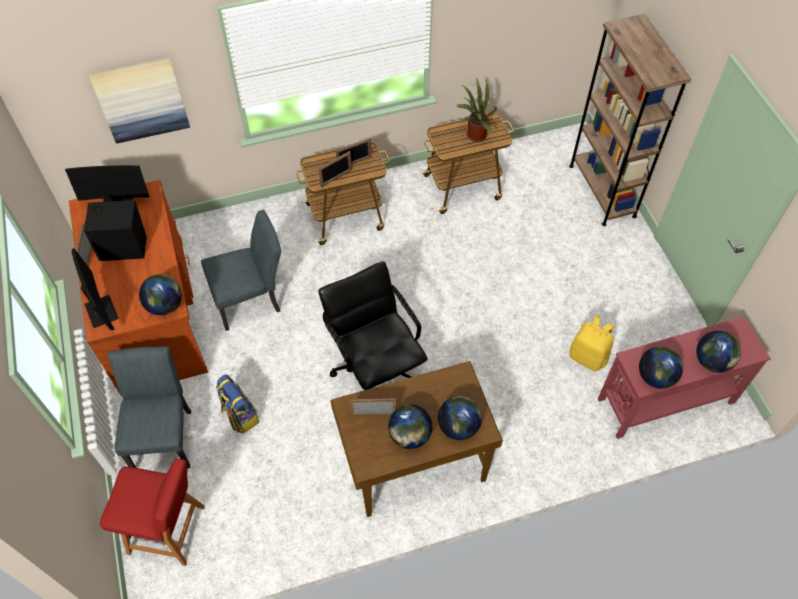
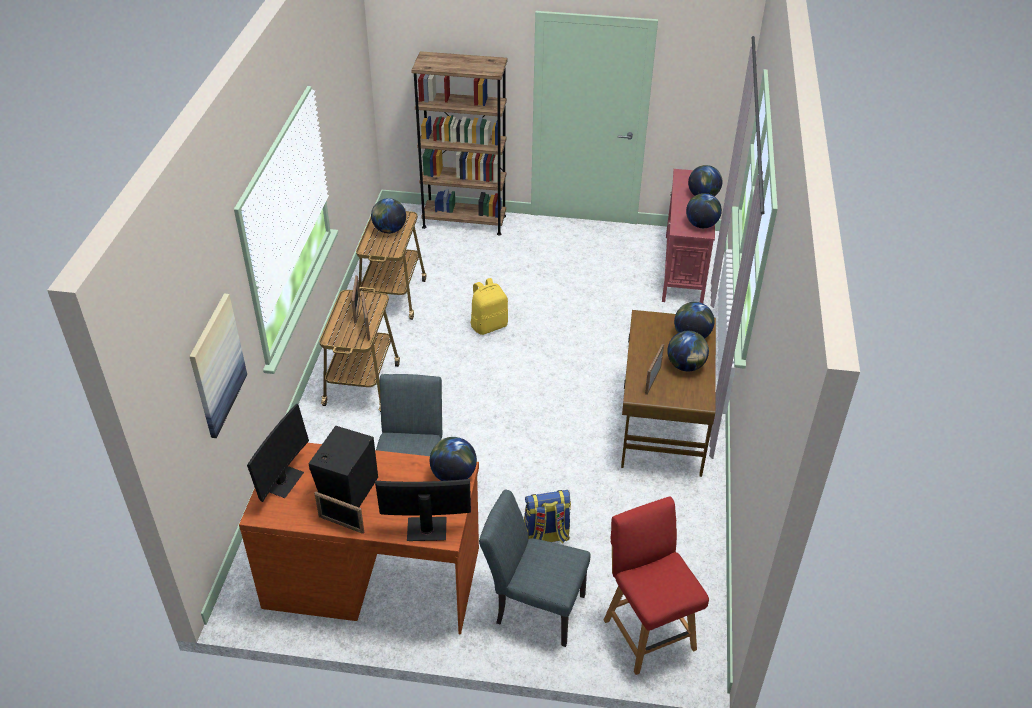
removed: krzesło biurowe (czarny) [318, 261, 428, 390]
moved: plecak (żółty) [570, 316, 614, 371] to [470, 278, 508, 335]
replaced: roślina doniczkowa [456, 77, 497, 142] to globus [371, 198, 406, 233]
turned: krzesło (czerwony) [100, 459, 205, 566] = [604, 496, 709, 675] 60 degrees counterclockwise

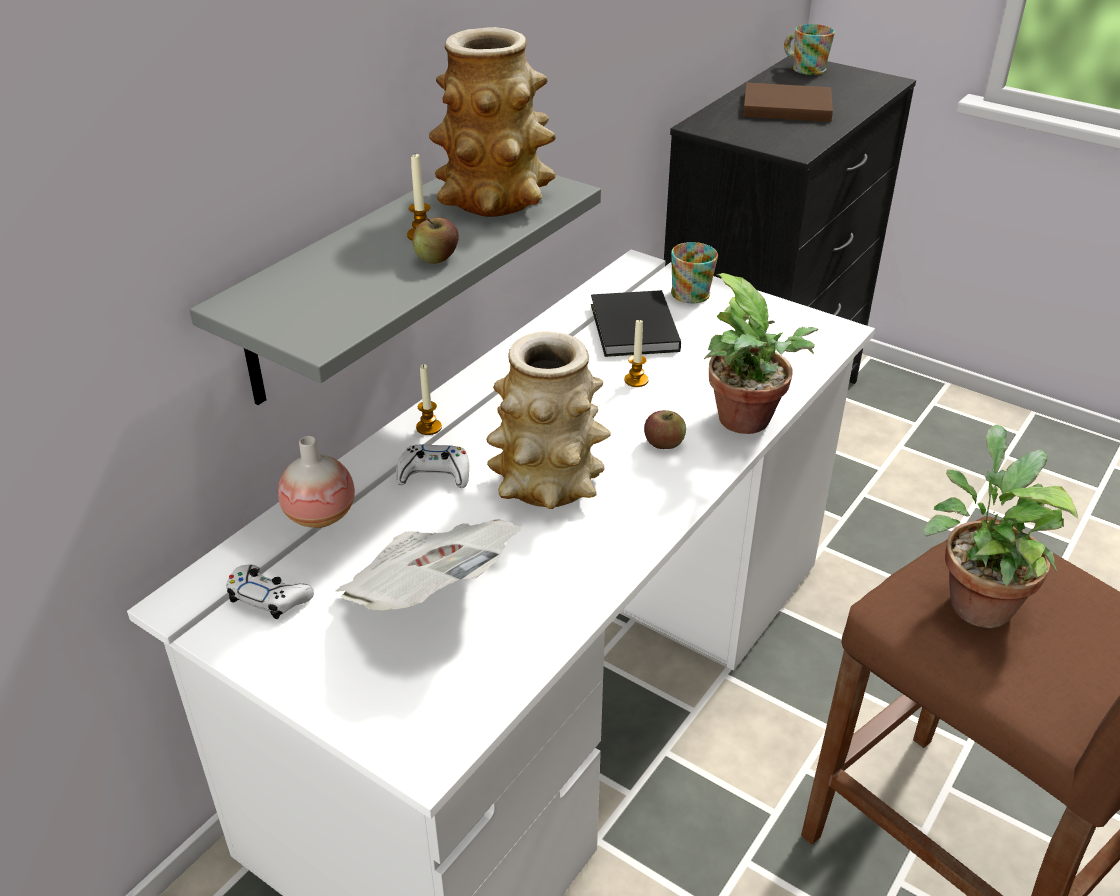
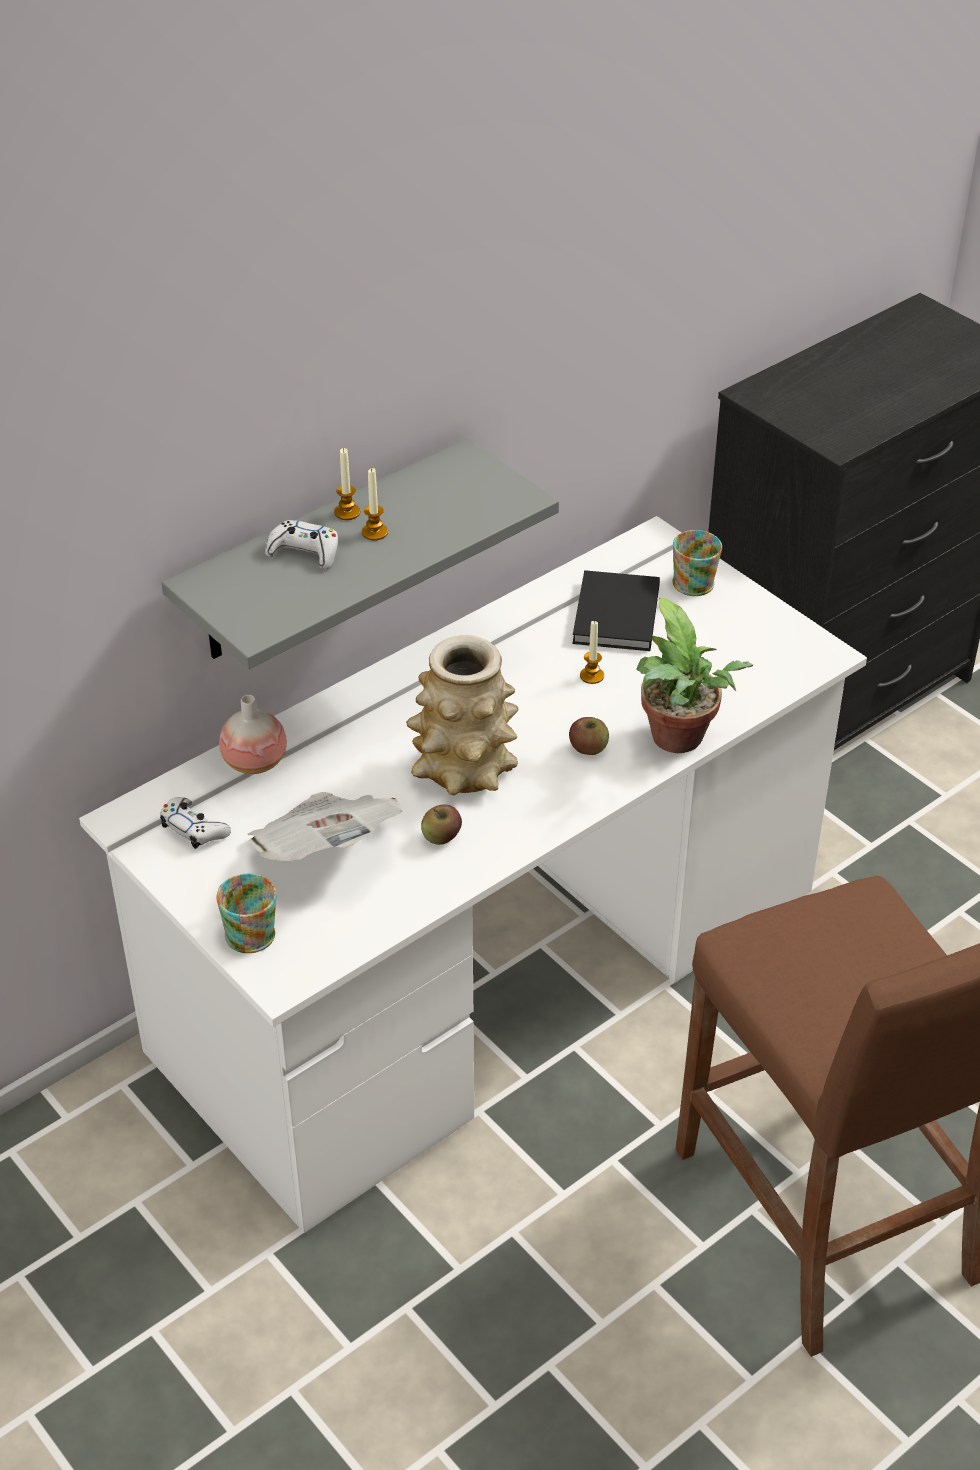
removed: wazon [429, 27, 556, 217]; książka (brązowy) [743, 83, 833, 122]; roślina doniczkowa [923, 425, 1078, 628]
moved: pad do gier (biały) [396, 444, 469, 488] to [265, 520, 338, 569]; jabłko [412, 217, 459, 264] to [421, 805, 462, 845]; świeca [416, 364, 442, 435] to [334, 448, 360, 520]; kubek [784, 24, 835, 75] to [216, 874, 276, 953]

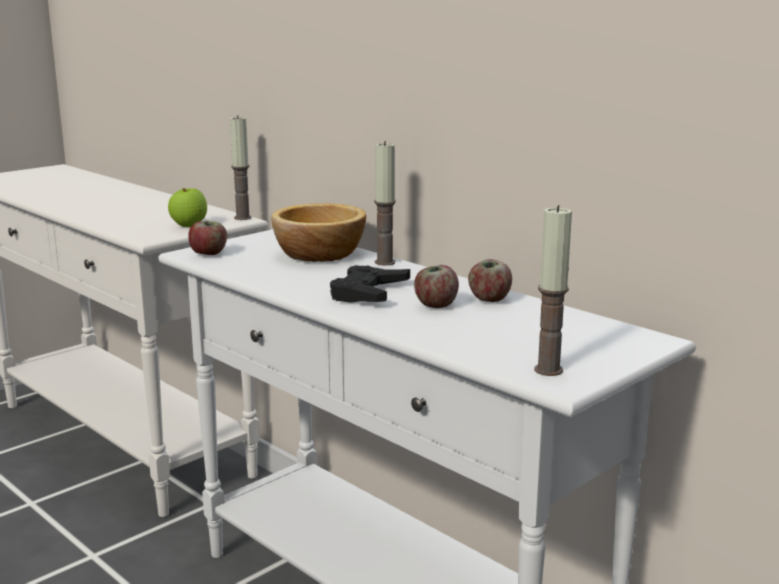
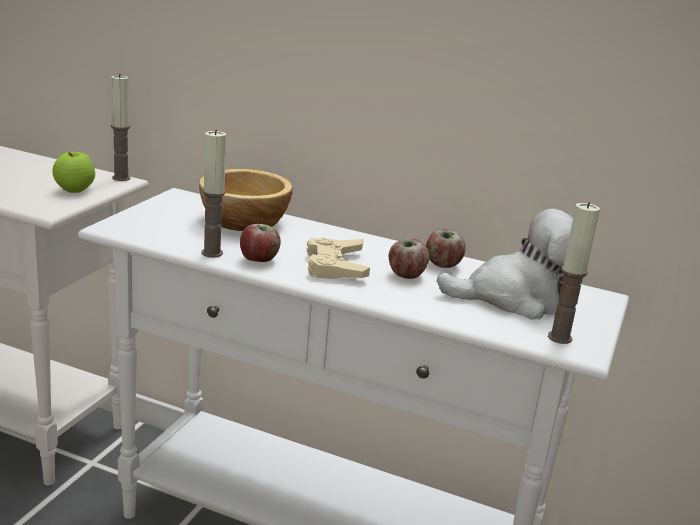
added: pluszak [437, 208, 573, 319]
moved: jabłko [188, 221, 227, 255] to [240, 224, 281, 262]; świeca [374, 141, 396, 265] to [201, 129, 226, 258]
recoloured: pad do gier (czarny) [330, 265, 410, 303] to pad do gier (beżowy) [307, 238, 370, 279]

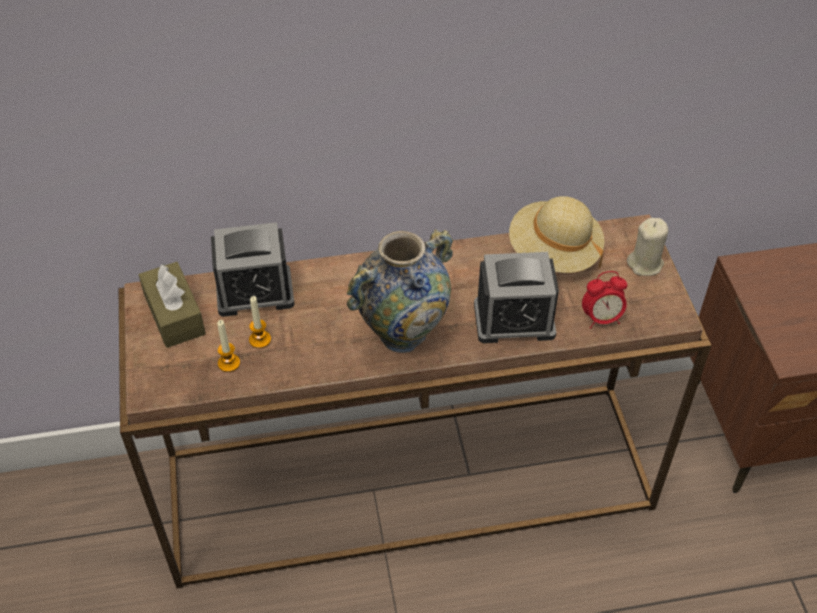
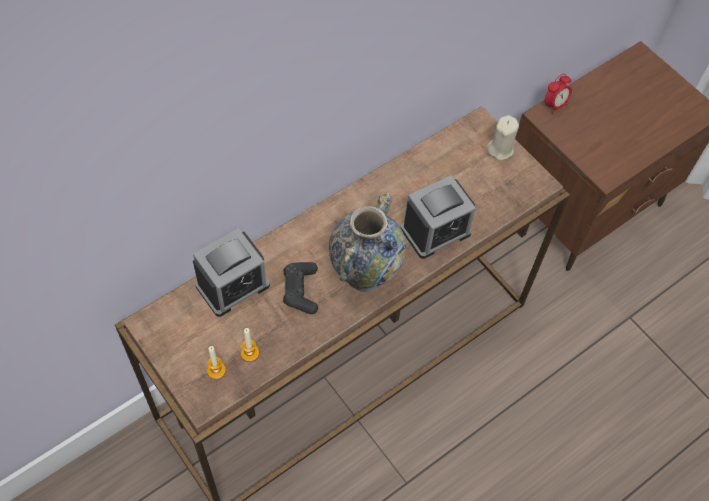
removed: pudełko chusteczek (brązowy) [139, 262, 206, 348]; kapelusz (beżowy) [509, 196, 605, 273]
added: pad do gier (czarny) [283, 262, 318, 314]
moved: świeca [249, 296, 271, 349] to [207, 346, 226, 379]; budzik [582, 271, 627, 328] to [545, 73, 572, 114]

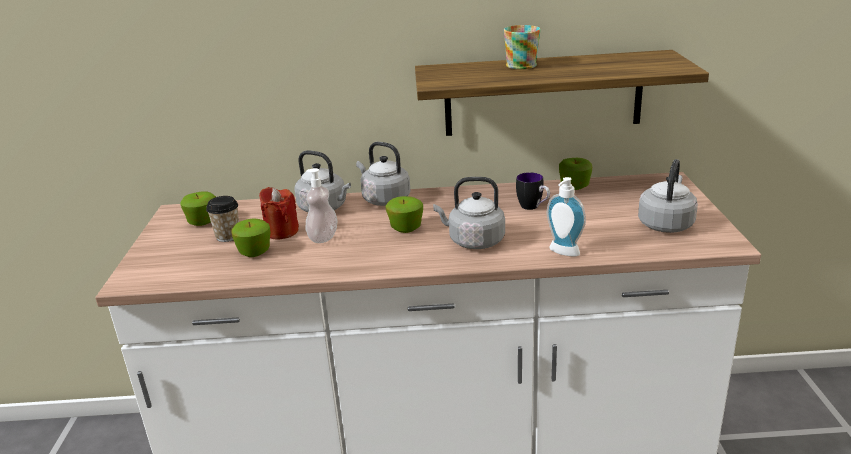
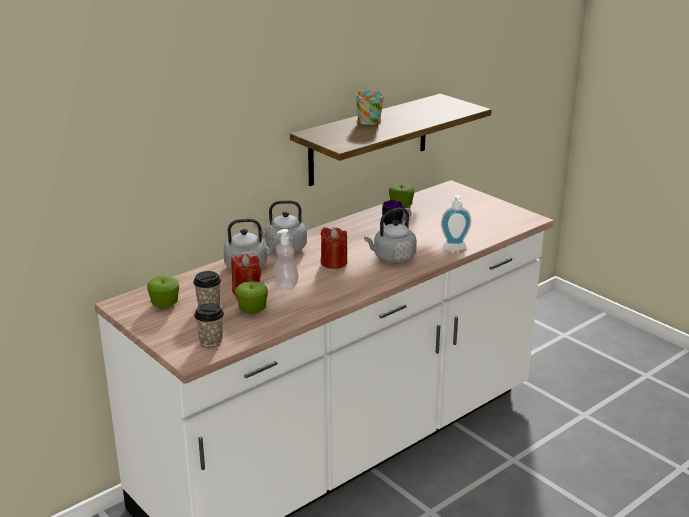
removed: czajnik (szary) [638, 159, 698, 233]
added: filiżanka [194, 303, 224, 347]
replaced: jabłko [385, 196, 423, 233] to świeca (czerwony) [321, 227, 347, 269]

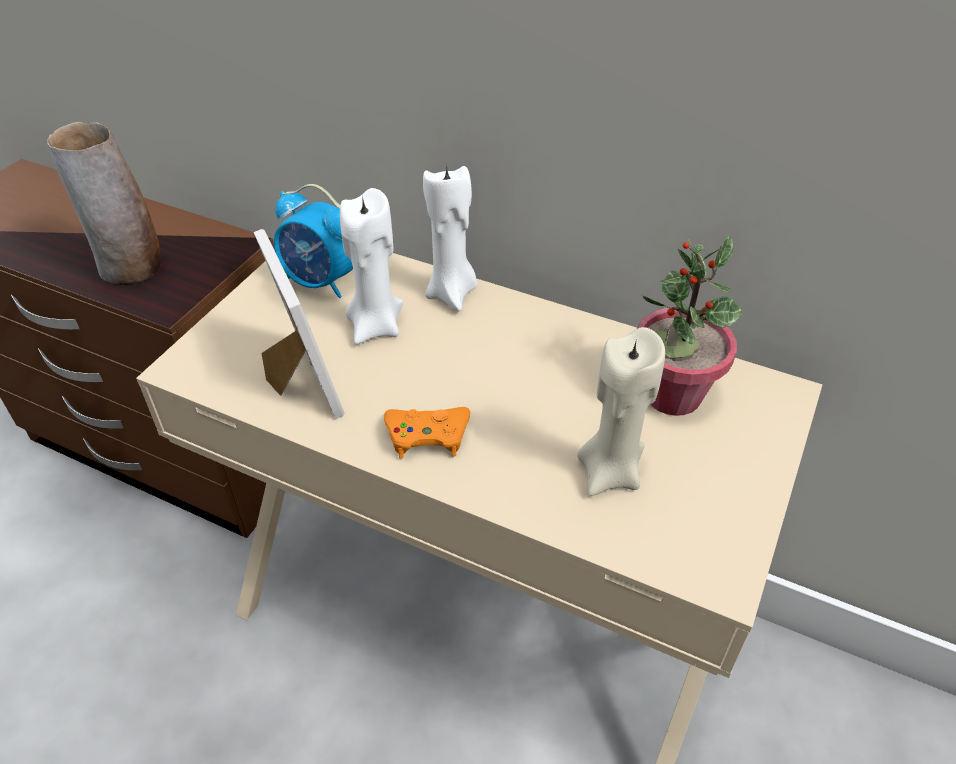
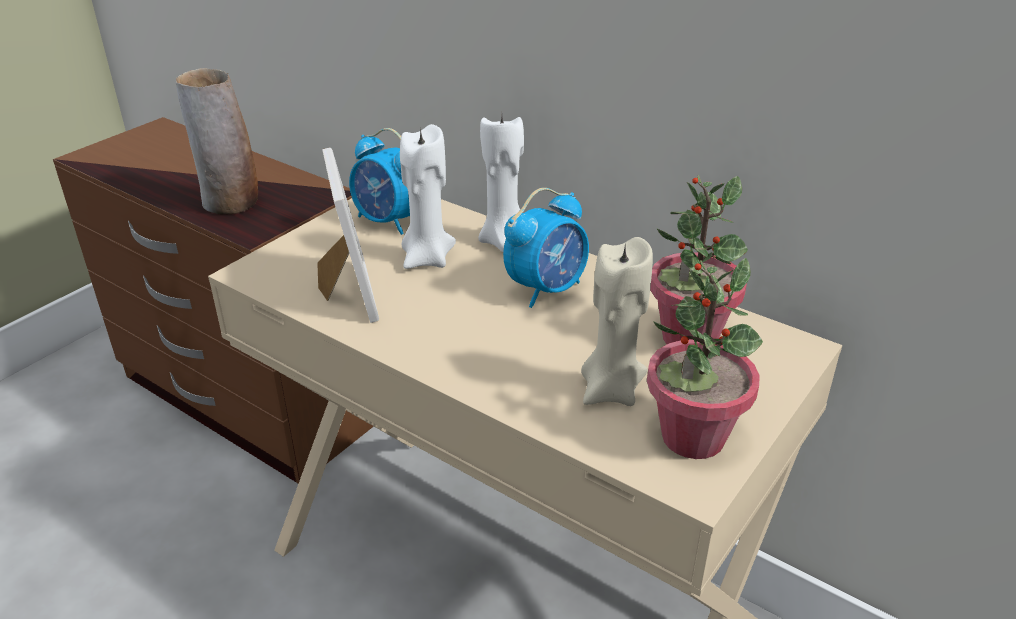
removed: pad do gier (pomarańczowy) [384, 407, 470, 458]
added: budzik [503, 188, 589, 308]; roślina doniczkowa [647, 258, 763, 459]

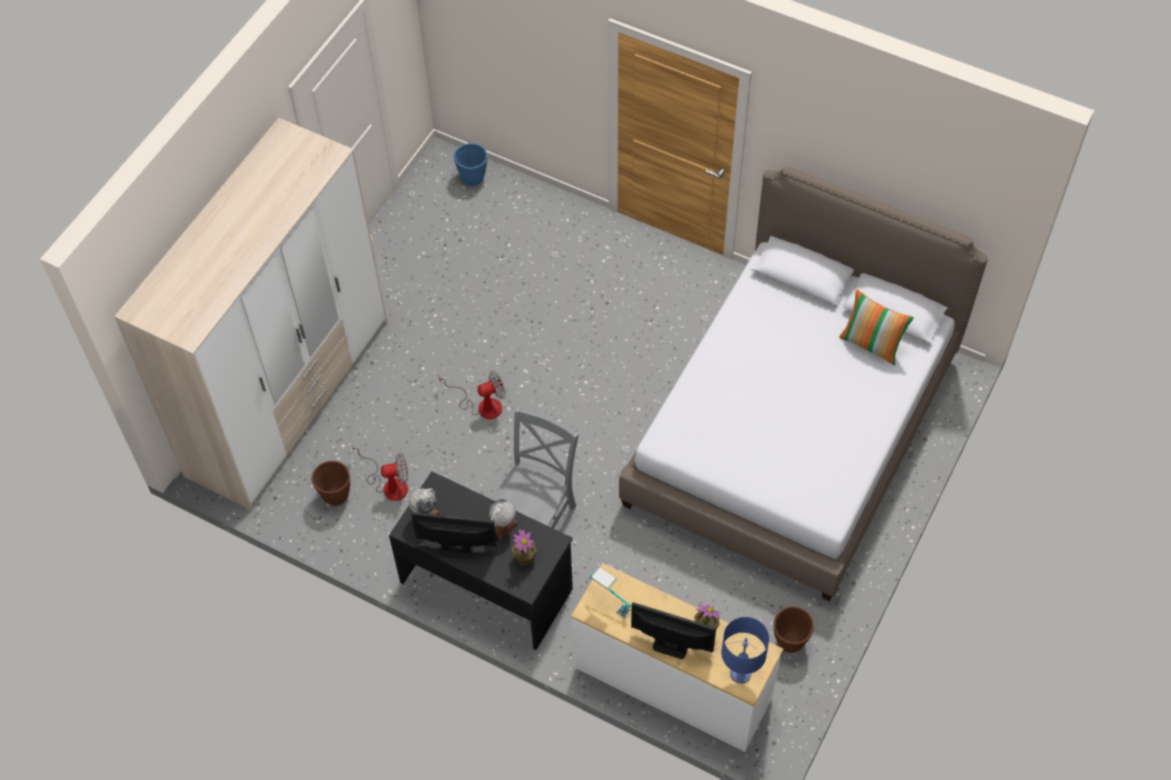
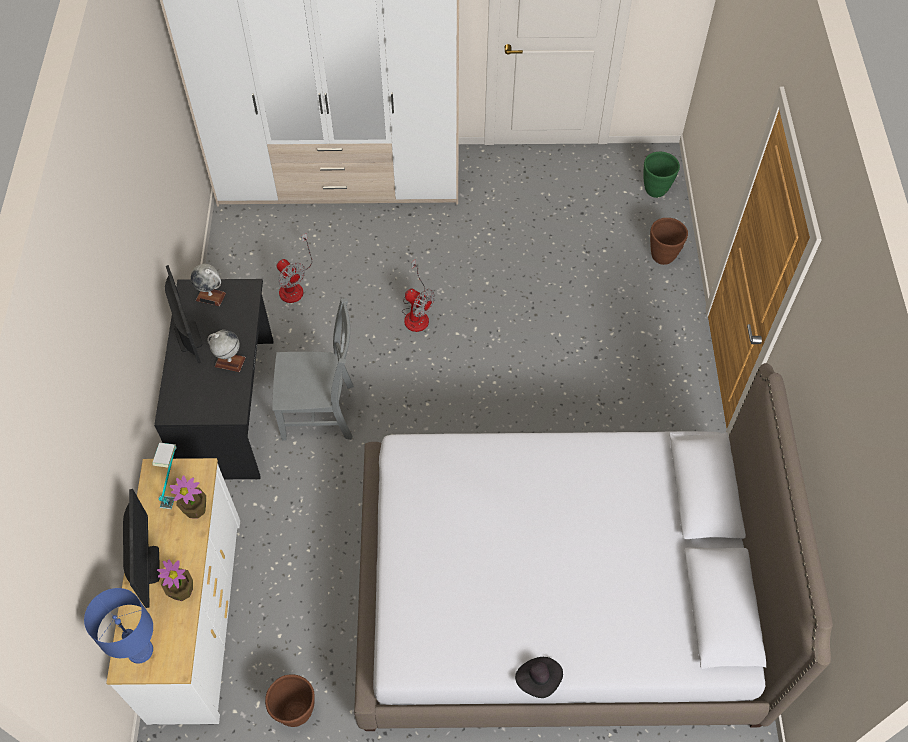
removed: poduszka [839, 289, 914, 366]
added: kapelusz (czarny) [515, 657, 563, 698]
moved: donica (brązowy) [311, 461, 350, 506] to [650, 218, 688, 265]; roślina doniczkowa [511, 529, 537, 566] to [170, 475, 206, 519]
recoloured: donica (niebieski) [454, 143, 487, 186] to donica (zielony) [643, 152, 680, 198]

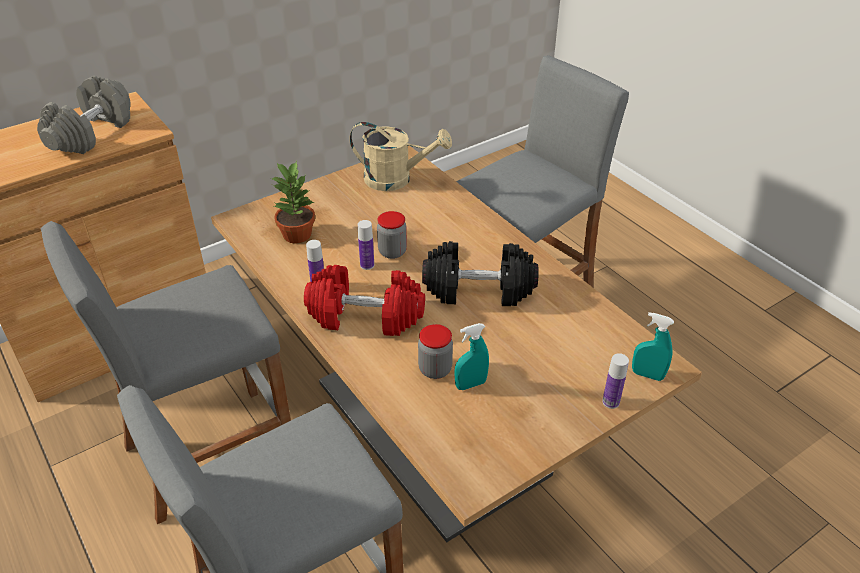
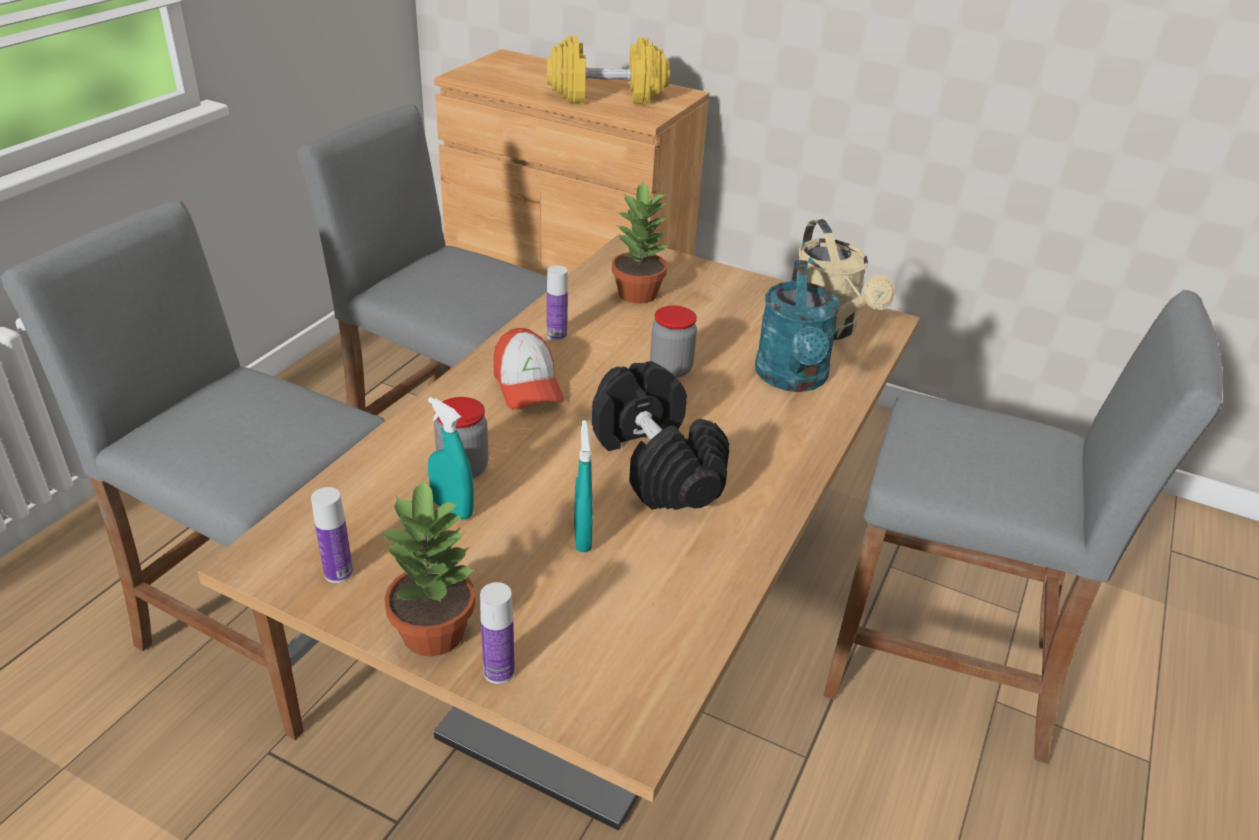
added: roślina doniczkowa [378, 478, 477, 657]; konewka (turkusowy) [755, 260, 840, 392]
moved: butelka [358, 220, 374, 270] to [311, 487, 353, 583]; spryskiwacz (turkusowy) [632, 312, 674, 381] to [574, 420, 593, 552]
replaced: hantel (czerwony) [304, 265, 425, 336] to czapka z daszkiem [493, 328, 564, 410]
recoloured: hantel (szary) [37, 76, 131, 154] to hantel (żółty) [547, 36, 670, 104]

